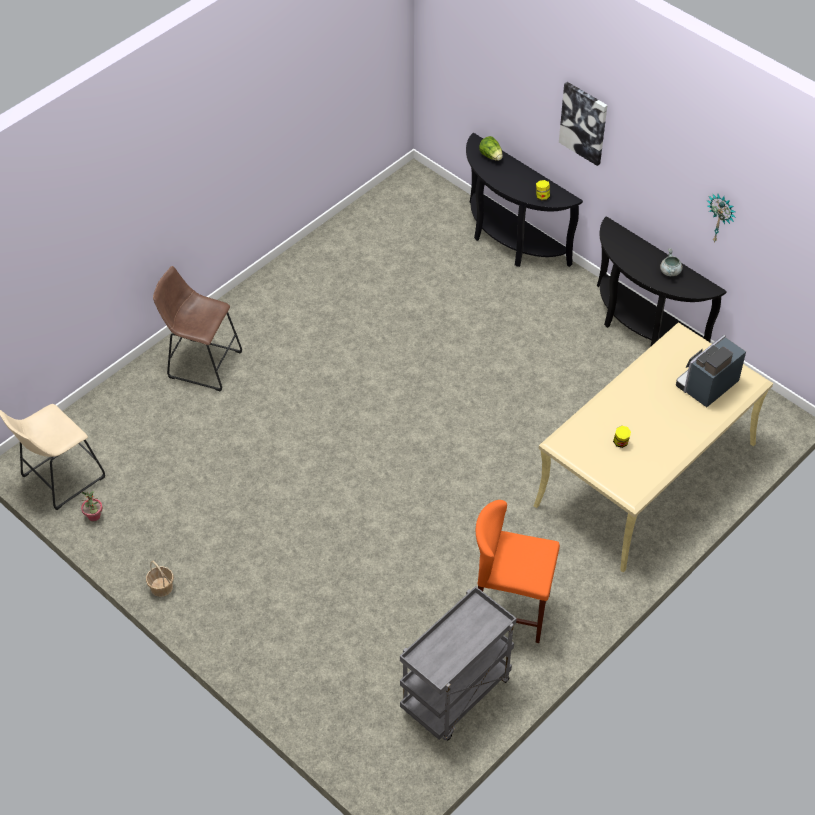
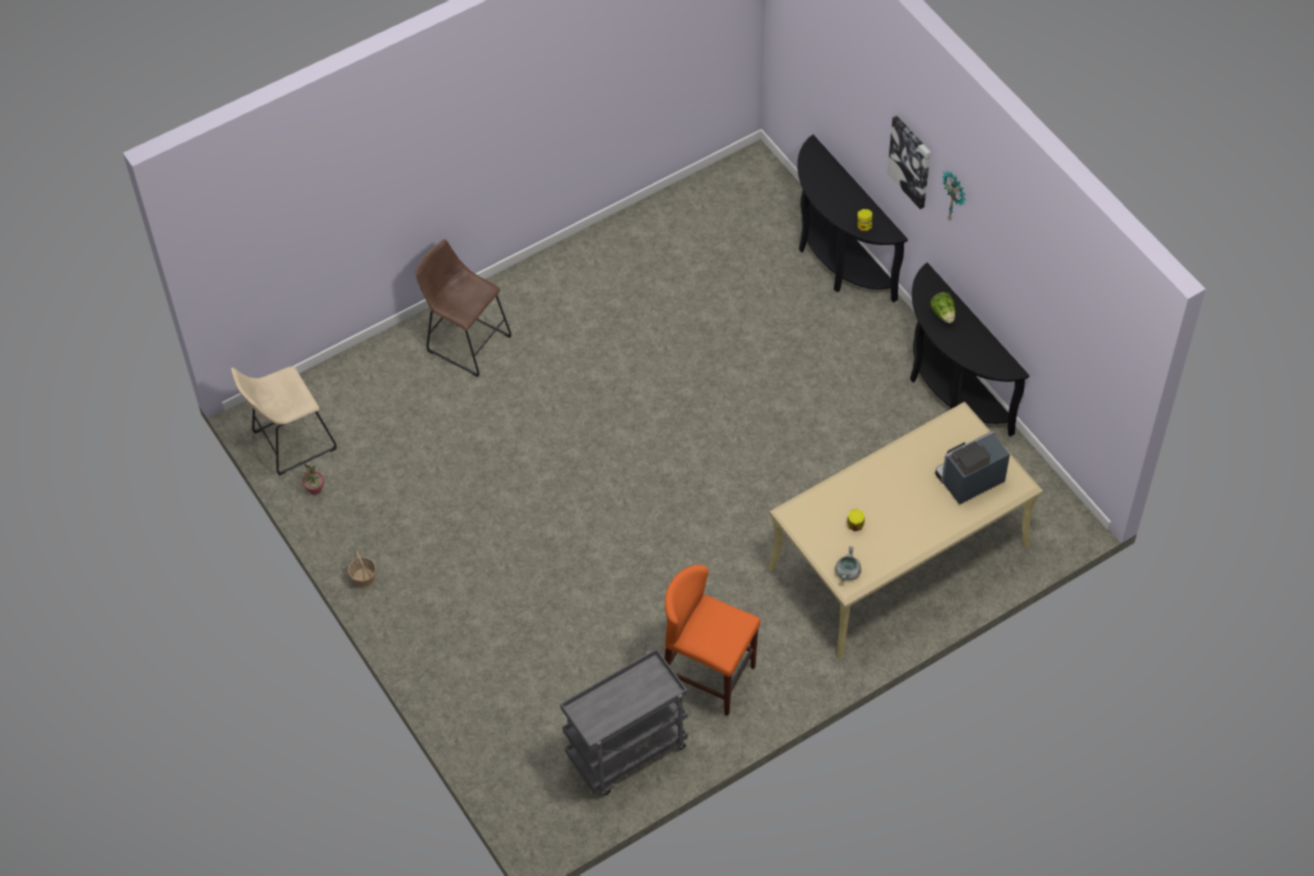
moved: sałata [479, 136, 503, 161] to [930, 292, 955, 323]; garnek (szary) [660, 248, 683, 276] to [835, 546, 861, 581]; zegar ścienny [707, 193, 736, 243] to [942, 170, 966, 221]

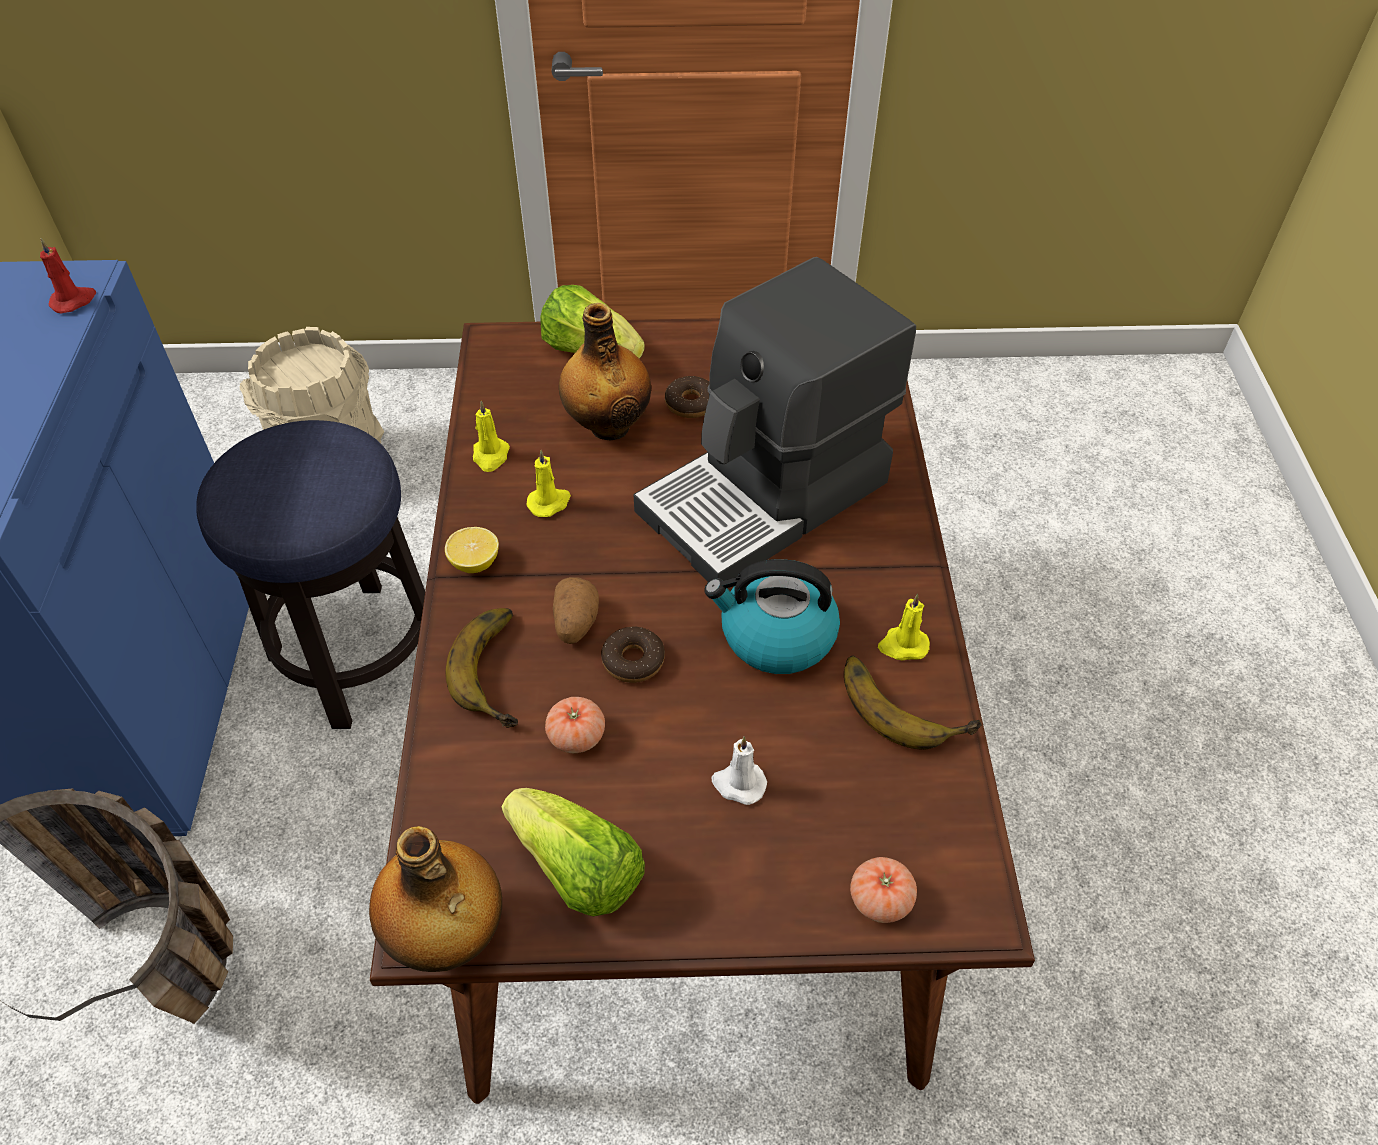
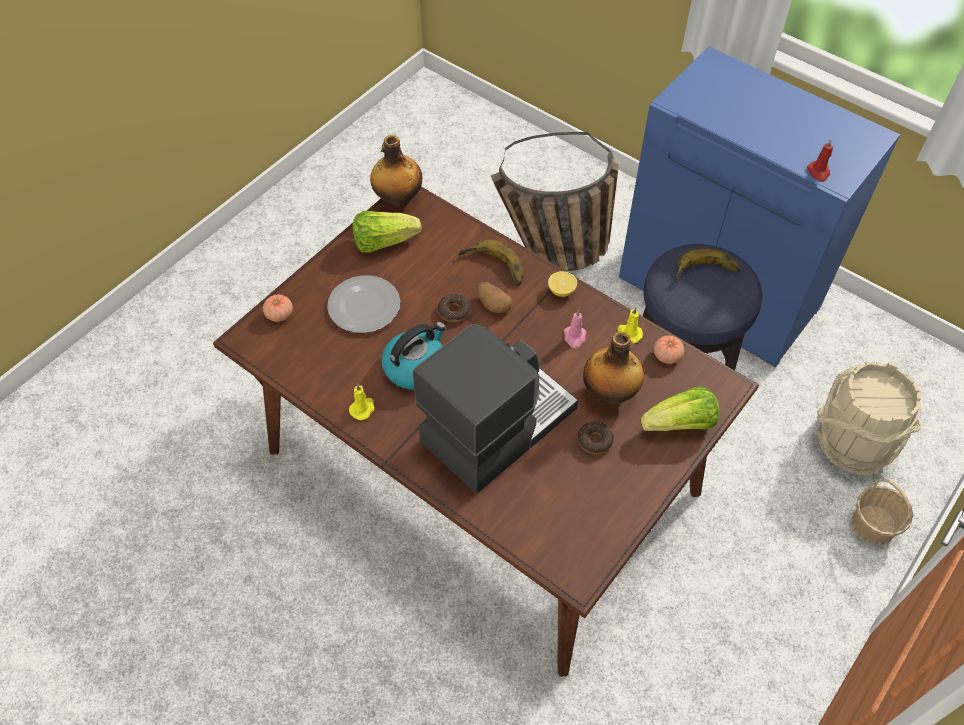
added: koszyk [851, 478, 913, 545]
moved: pomidor [545, 697, 605, 753] to [654, 336, 684, 364]; banan [844, 656, 982, 750] to [674, 248, 740, 283]
replaced: świeca (biały) [711, 737, 767, 805] to talerz [327, 275, 400, 333]
recoloured: świeca (żółty) [526, 450, 571, 517] to świeca (różowy) [564, 310, 586, 349]
turned: ekspres do kawy [634, 257, 916, 582] = [413, 324, 578, 493] 45 degrees clockwise

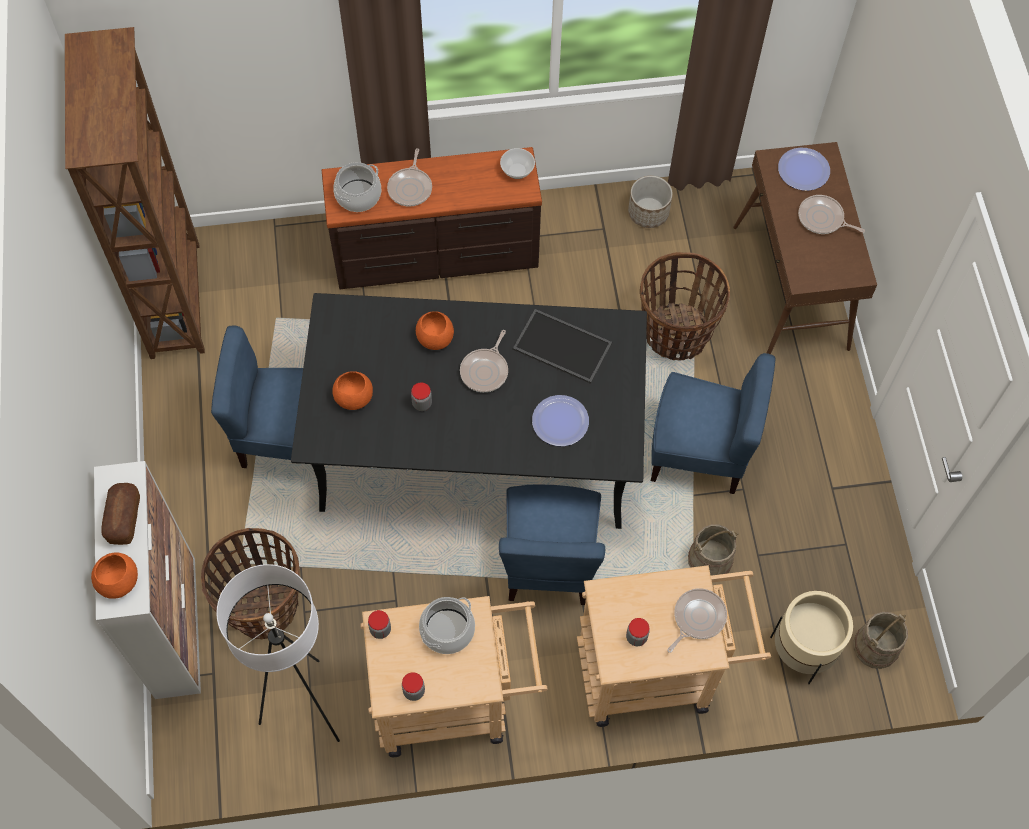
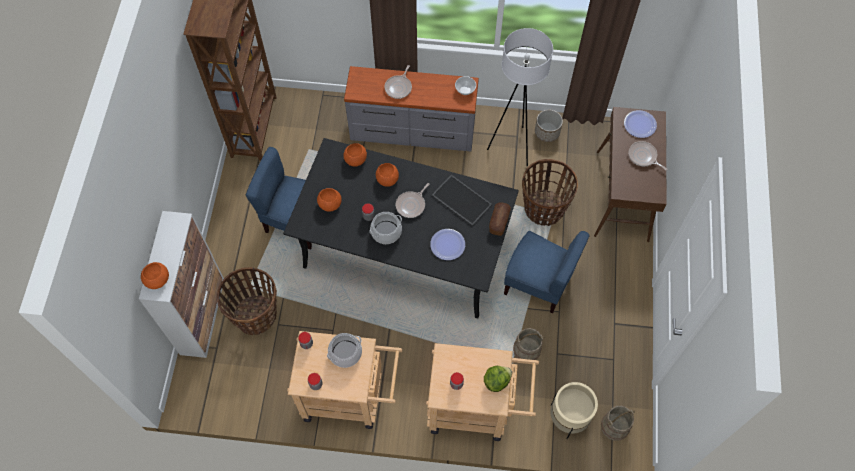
removed: krzesło (niebieski) [499, 484, 605, 605]
added: miska (pomarańczowy) [344, 143, 367, 166]
moved: chleb [101, 483, 140, 545] to [489, 202, 511, 236]; lampa stojąca (biały) [216, 564, 340, 742] to [487, 28, 553, 166]; garnek [333, 162, 381, 212] to [369, 212, 402, 244]
replaced: patelnia [667, 588, 727, 653] to sałata [484, 366, 512, 392]
recoloured: komoda (brązowy) [322, 147, 542, 289] to komoda (szary) [344, 66, 479, 151]

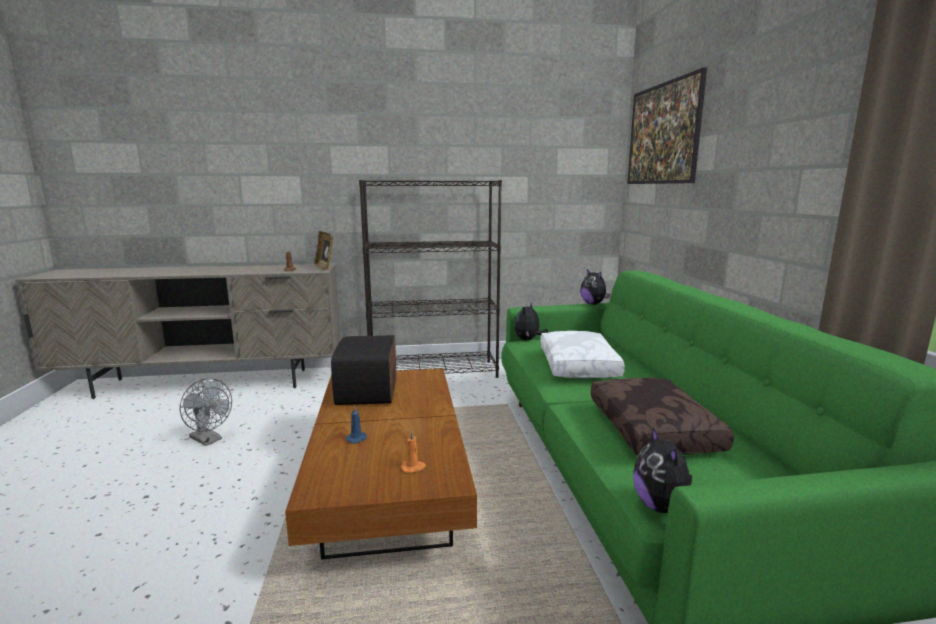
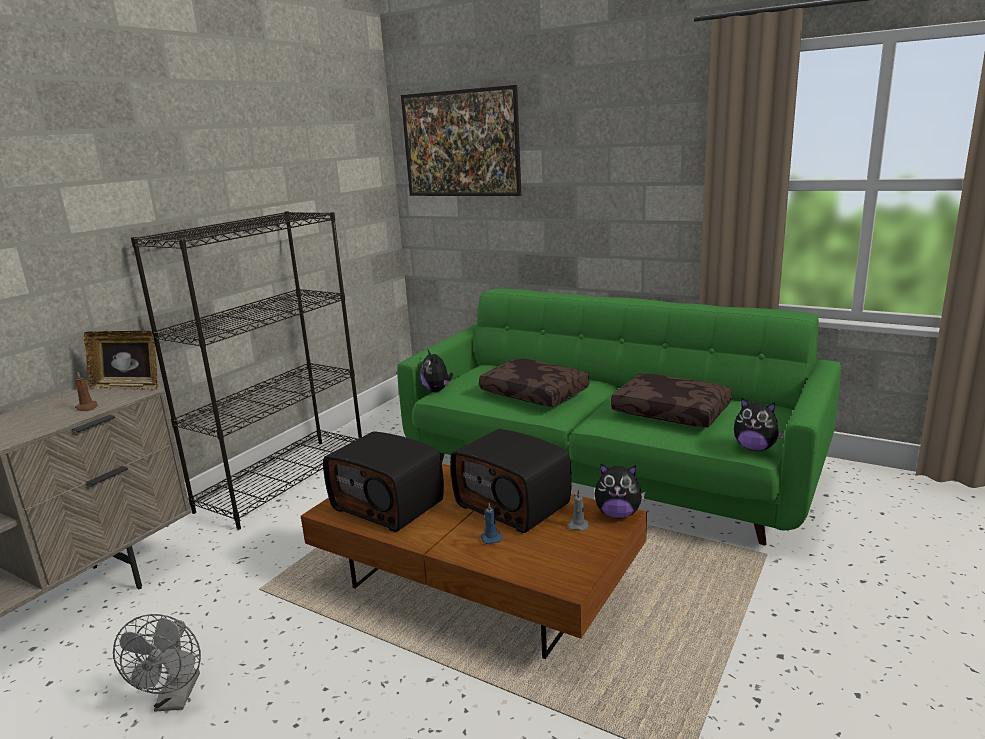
added: radio [450, 429, 572, 533]
moved: pluszak [580, 269, 611, 305] to [594, 463, 646, 519]
recoloured: świeca (pomarańczowy) [401, 431, 426, 473] to świeca (szary) [568, 490, 589, 531]; poduszka (biały) [540, 331, 625, 378] to poduszka (brązowy) [479, 358, 590, 407]
turned: wentylator (szary) [180, 378, 232, 446] = [113, 614, 201, 711] 105 degrees clockwise

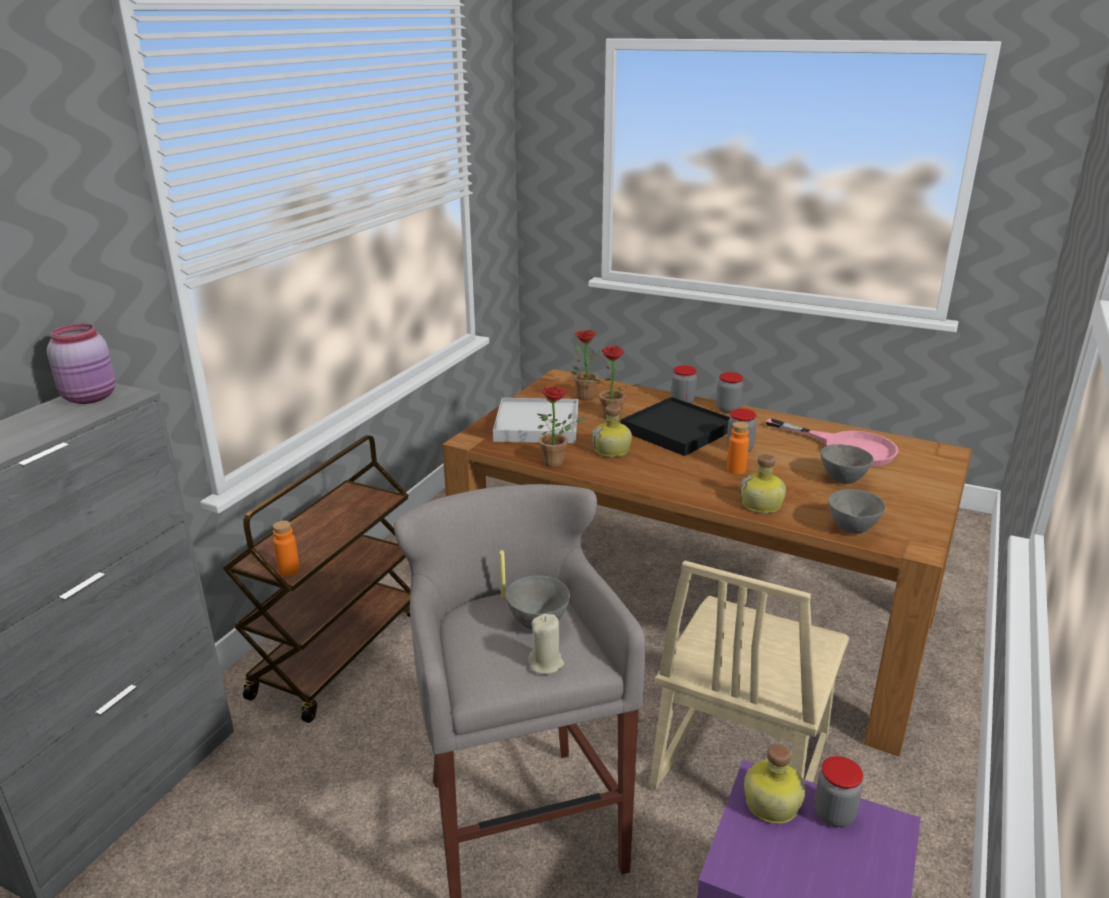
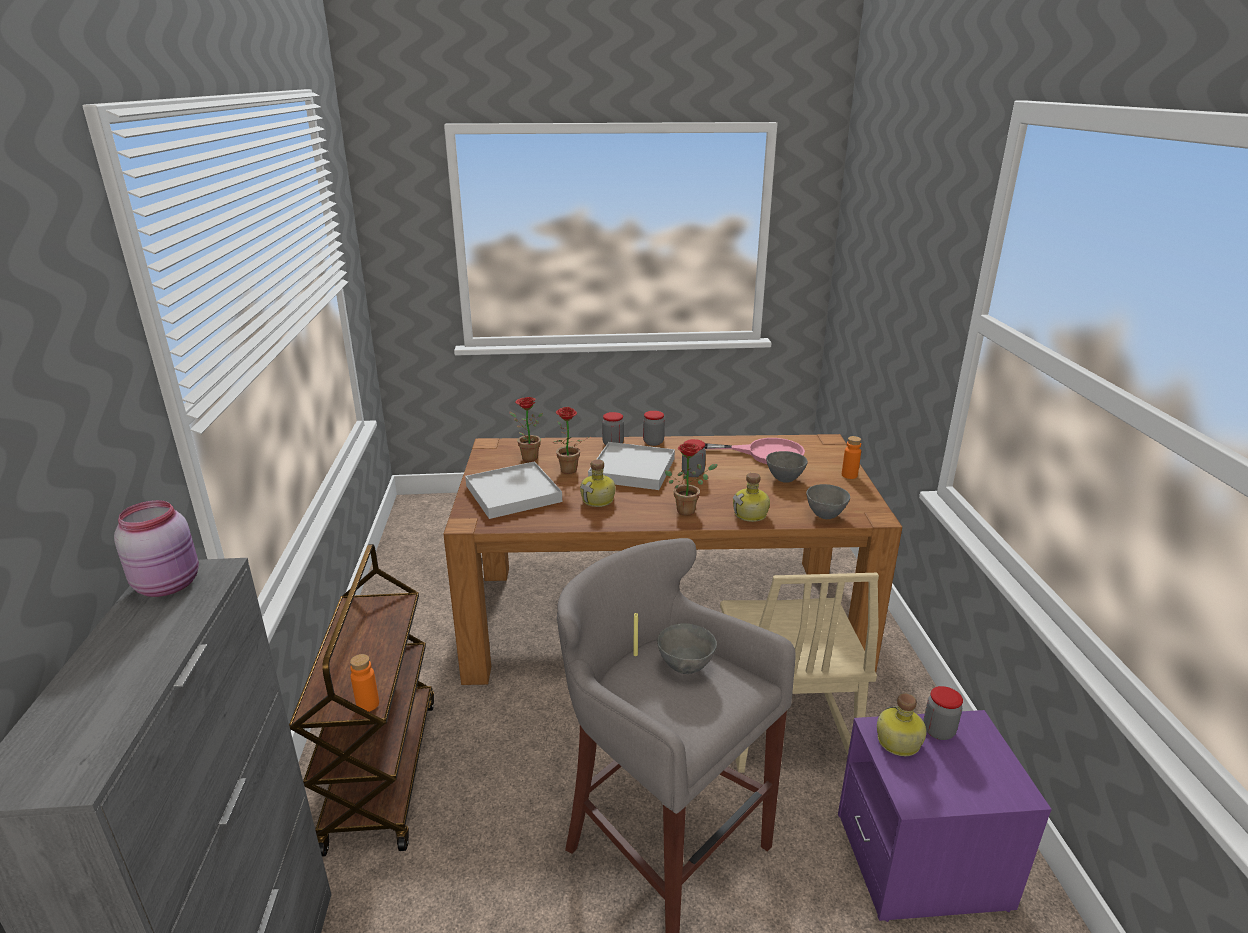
removed: świeca (beżowy) [528, 614, 564, 674]
moved: roślina doniczkowa [537, 386, 586, 468] to [665, 443, 718, 515]; butelka (pomarańczowy) [727, 422, 749, 474] to [842, 436, 861, 479]
recoloured: taca (czarny) [621, 397, 730, 456] to taca (biały) [588, 442, 675, 490]

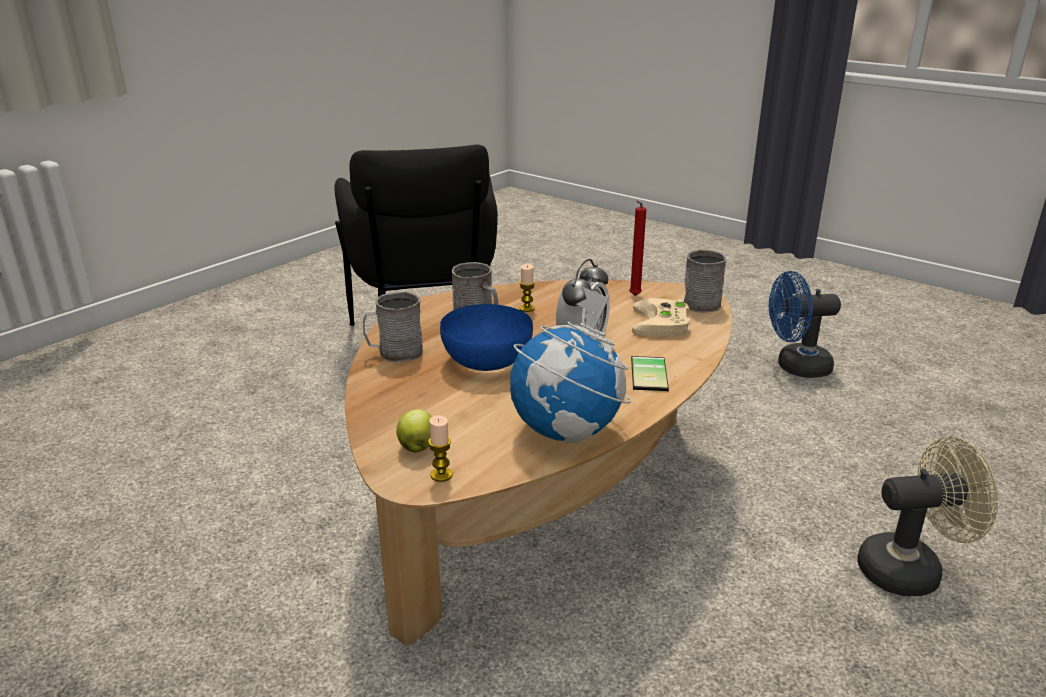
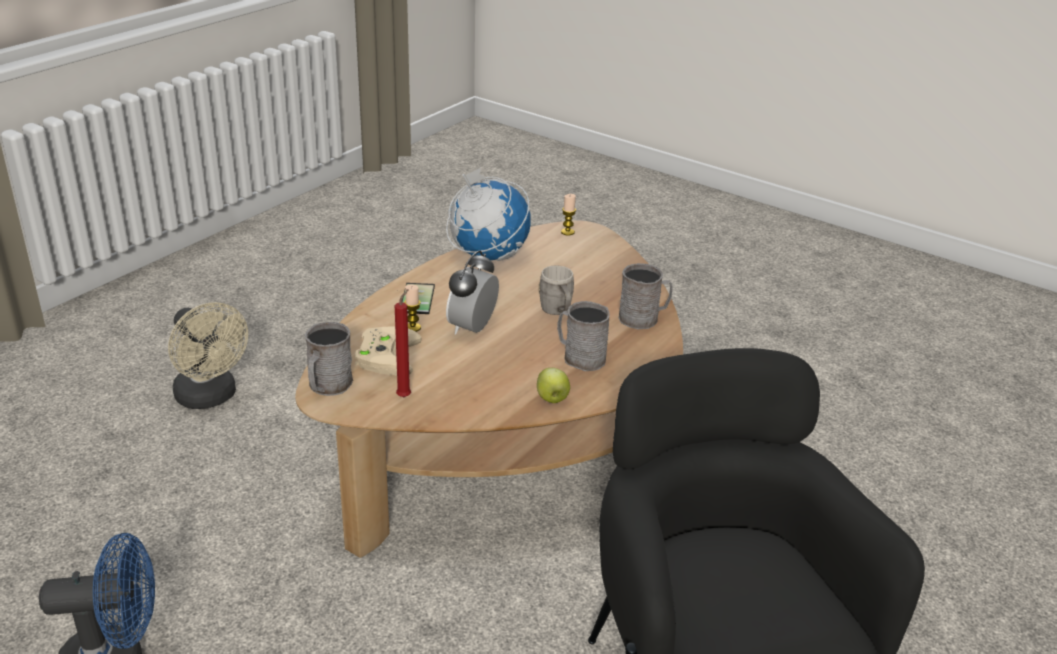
moved: jabłko [396, 409, 432, 452] to [537, 368, 570, 403]; świeca [519, 264, 535, 312] to [404, 285, 421, 332]
replaced: miska (niebieski) [440, 304, 533, 371] to kubek (szary) [538, 265, 574, 315]
turned: wentylator (beżowy) [857, 437, 998, 596] = [168, 302, 248, 409] 120 degrees counterclockwise

